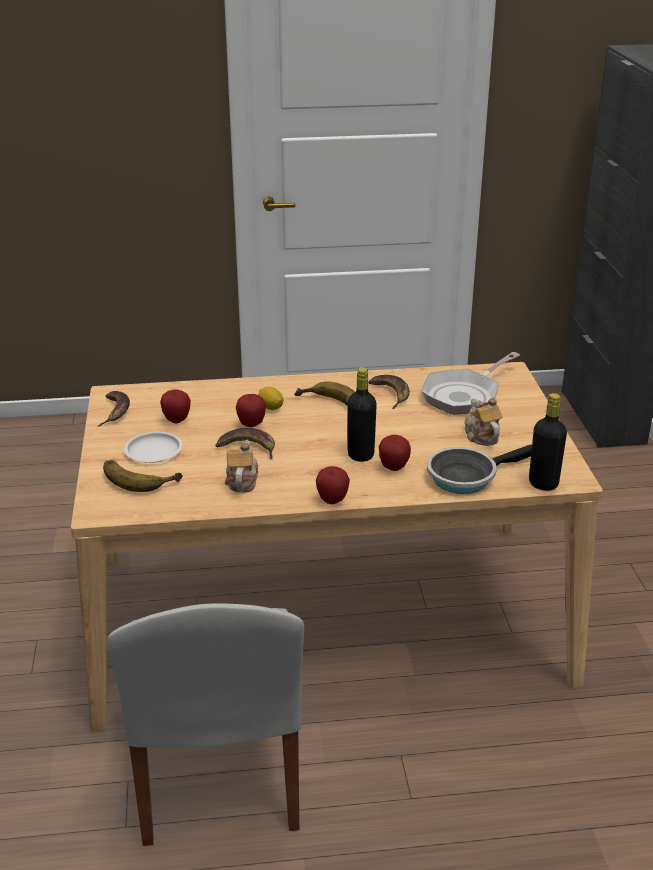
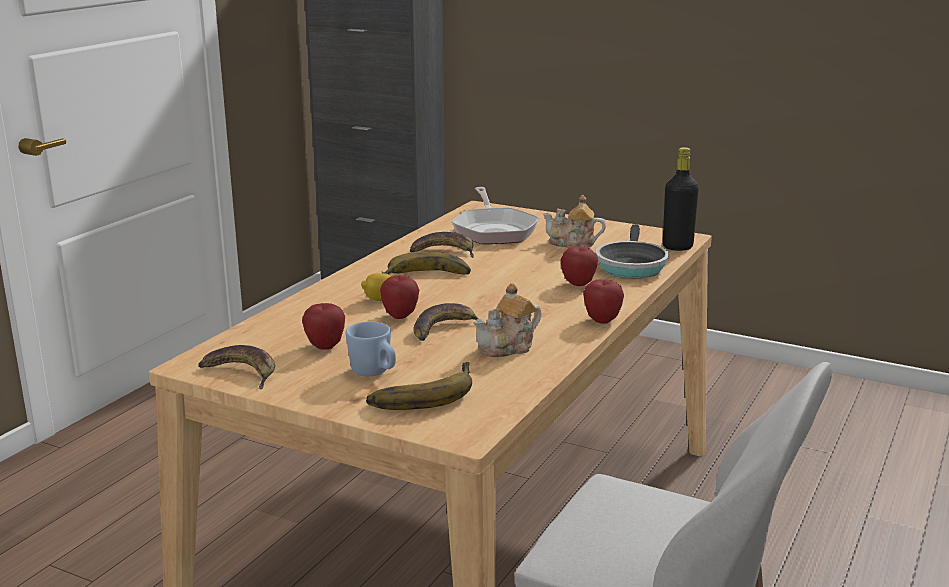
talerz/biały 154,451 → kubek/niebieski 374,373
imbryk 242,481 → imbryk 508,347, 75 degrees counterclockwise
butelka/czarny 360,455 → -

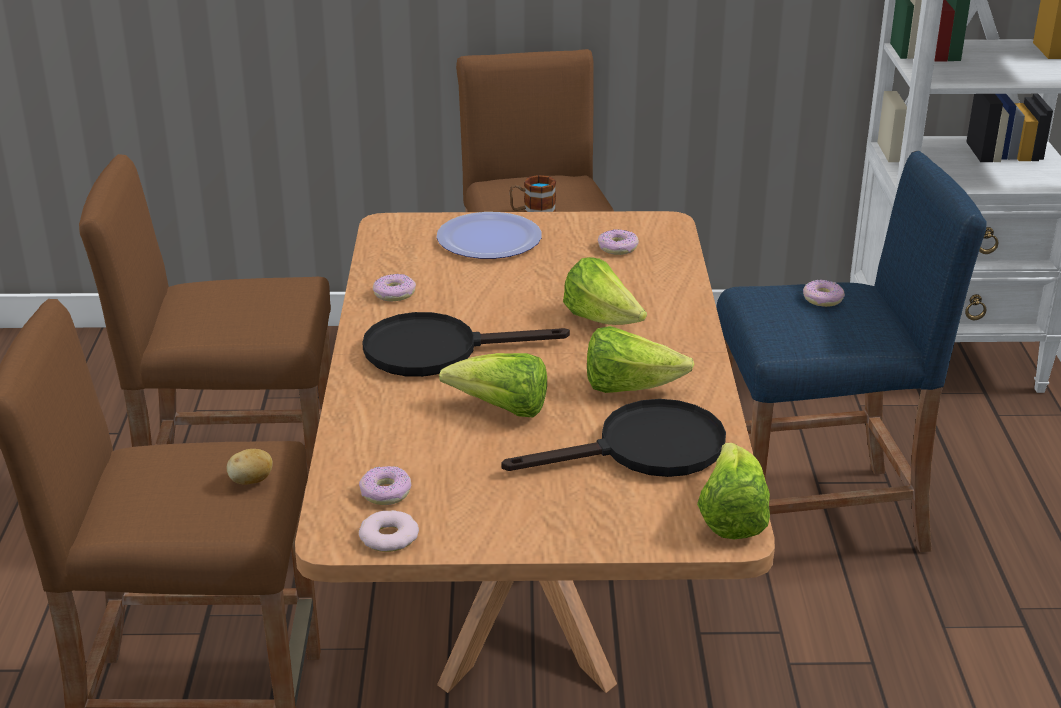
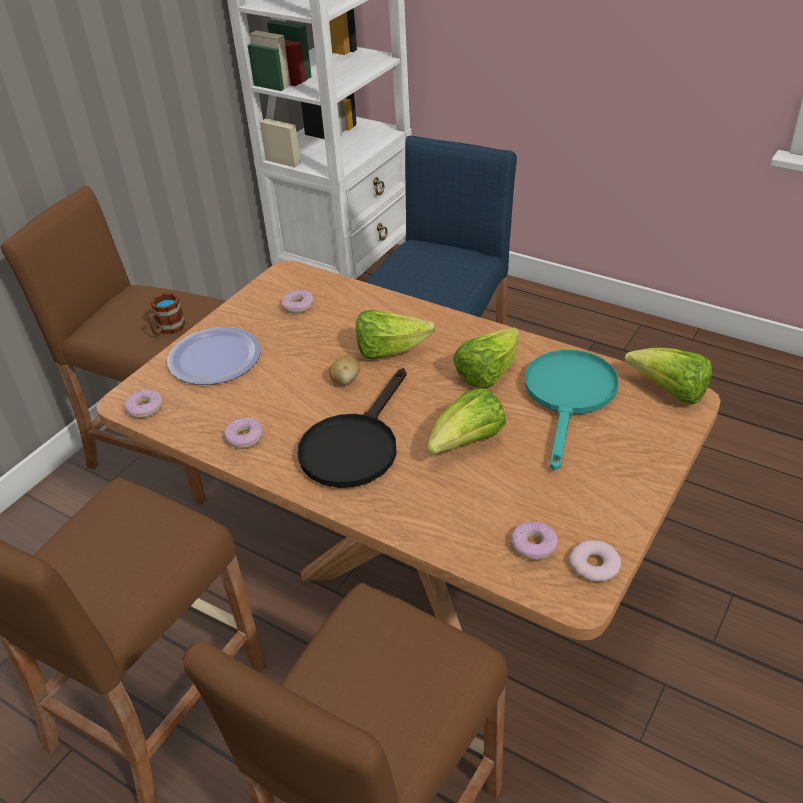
ziemniak 251,481 → ziemniak 345,381, relocated
patelnia/czarny 644,450 → patelnia/turkusowy 569,397
donut 822,299 → donut 145,409, relocated

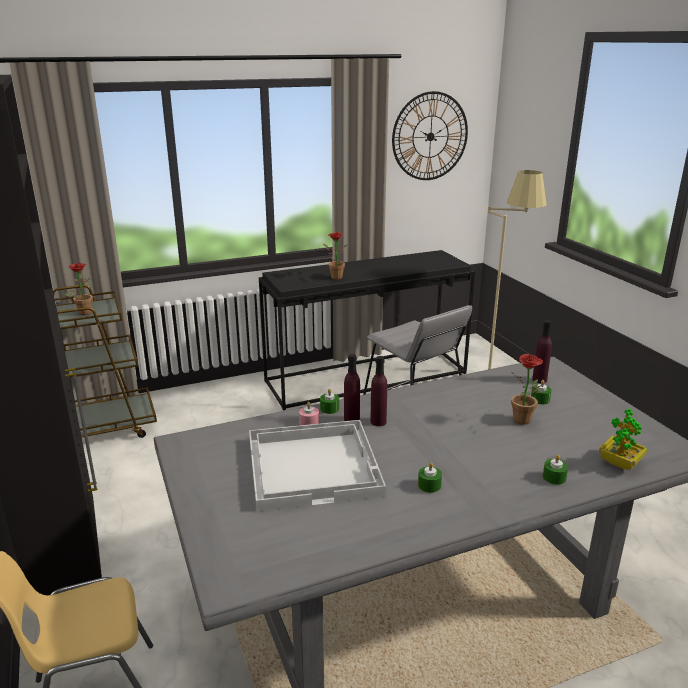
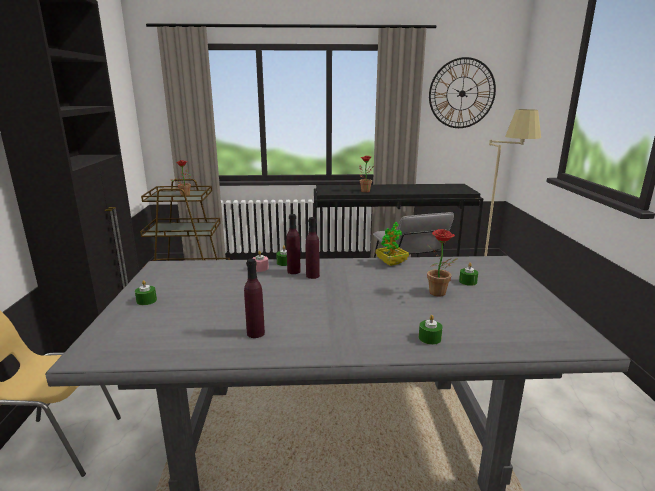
taca/biały 314,465 → -
świeca/zielony 429,485 → świeca/zielony 146,301, relocated
butelka/fioletowy 539,380 → butelka/fioletowy 255,333, relocated
roślina doniczkowa 620,463 → roślina doniczkowa 391,263, relocated

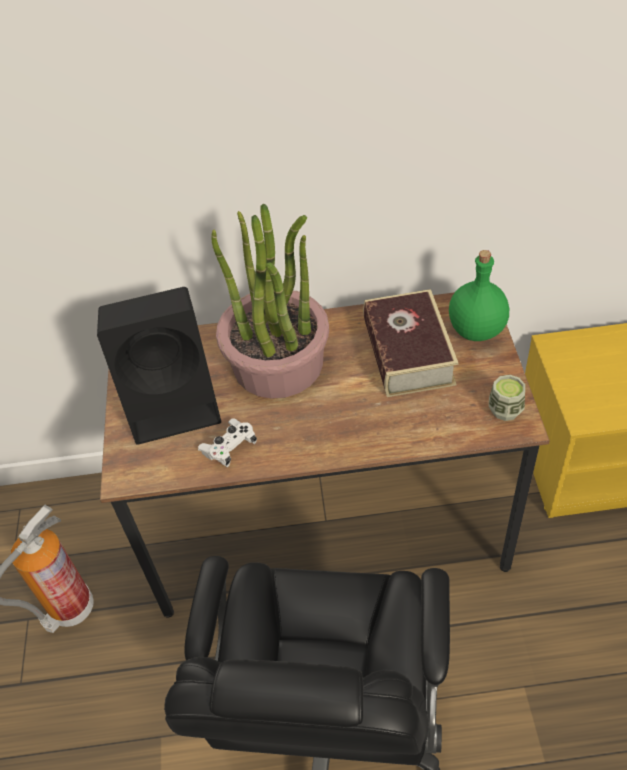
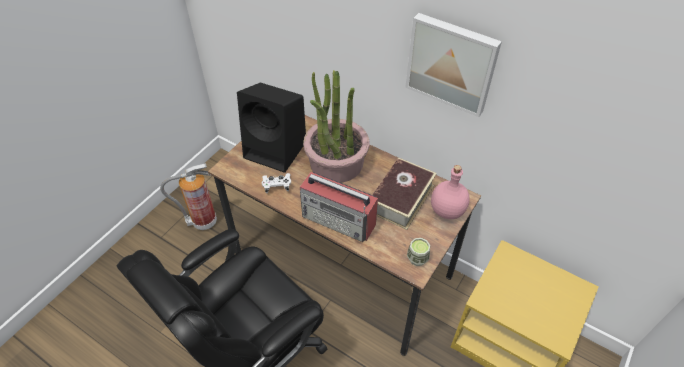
butelka/zielony 475,330 → butelka/różowy 446,210
- → radio 339,220
- → obraz 451,63

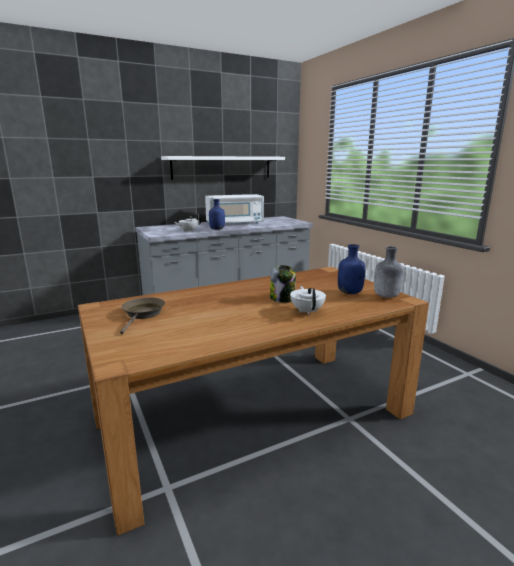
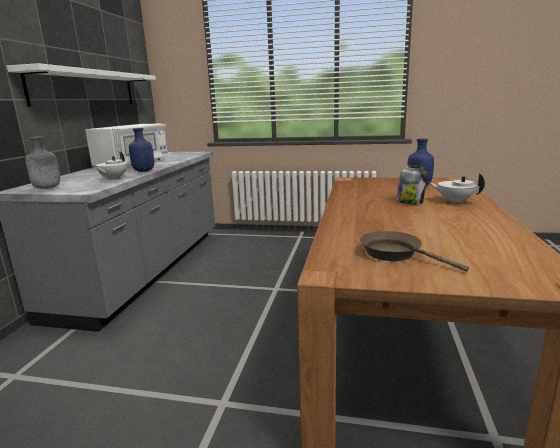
butelka/szary 386,296 → butelka/szary 47,188, relocated

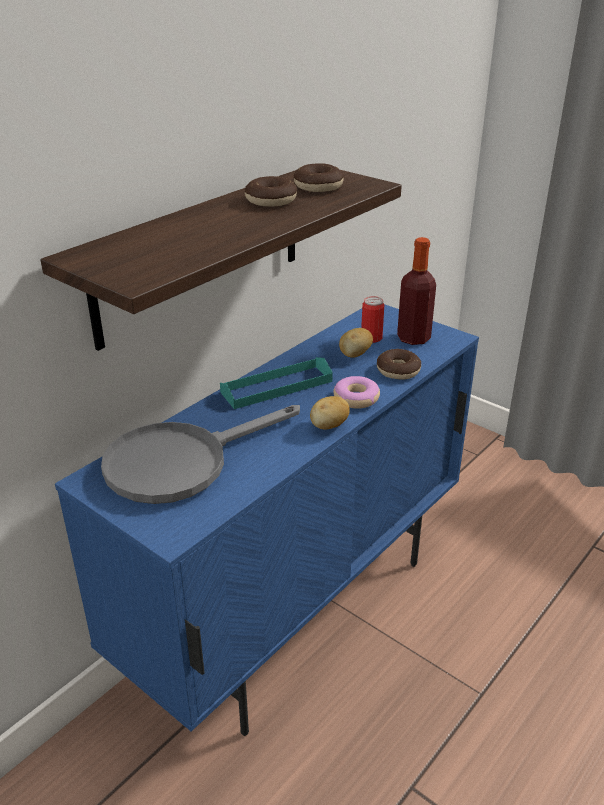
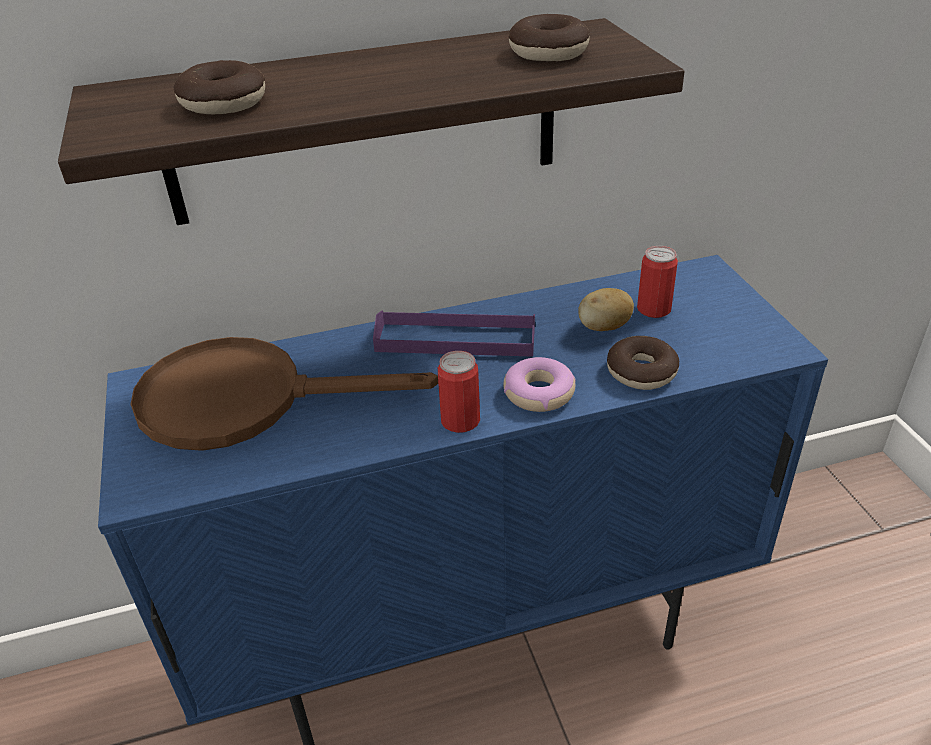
patelnia/szary 181,462 → patelnia/brązowy 246,399
taca/turkusowy 277,387 → taca/fioletowy 455,339
donut 271,200 → donut 223,103, relocated
ziemniak 329,426 → puszka 460,421
butelka 413,338 → -

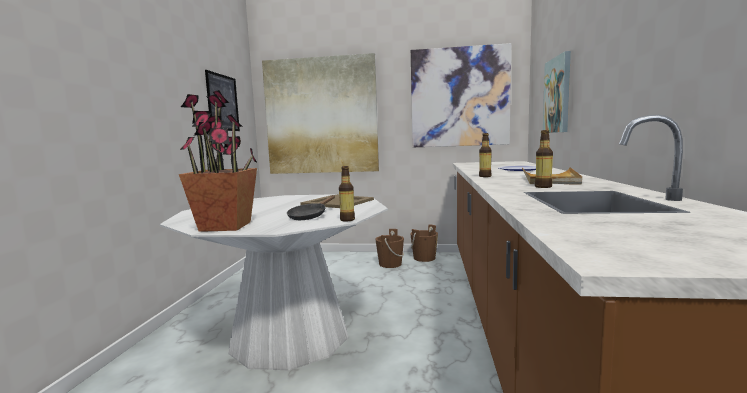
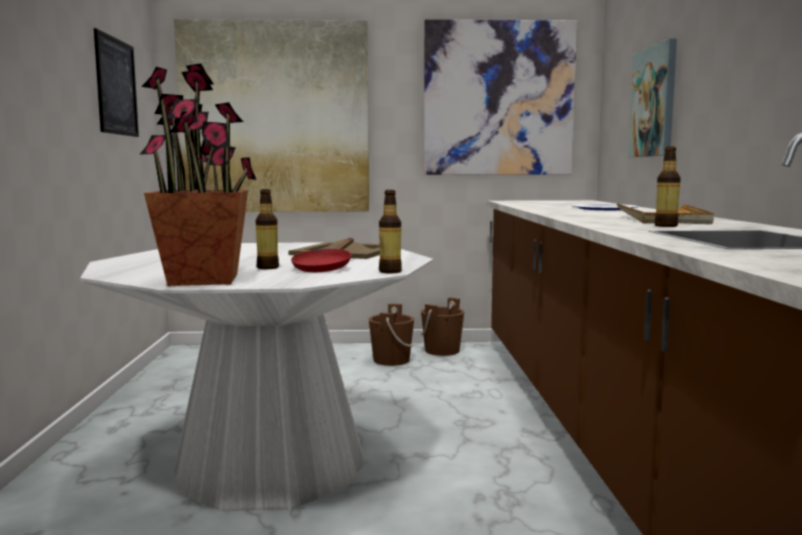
patelnia/czarny 309,216 → patelnia/czerwony 324,268
butelka 485,176 → butelka 267,268, relocated

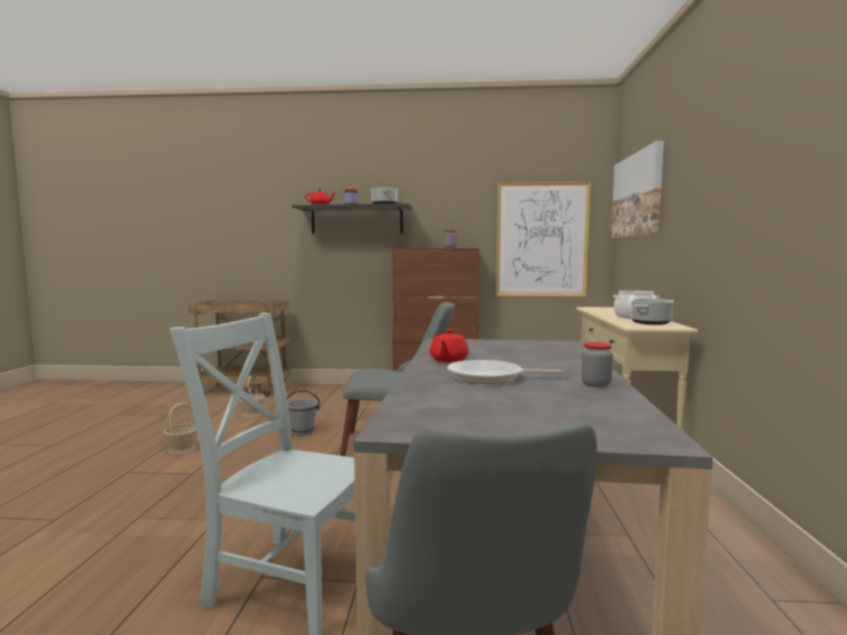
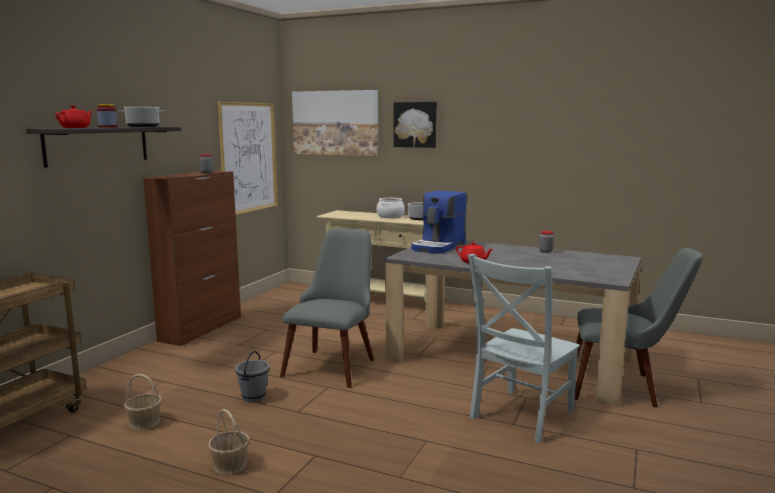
patelnia 490,377 → -
- → obraz 415,124
- → ekspres do kawy 439,247

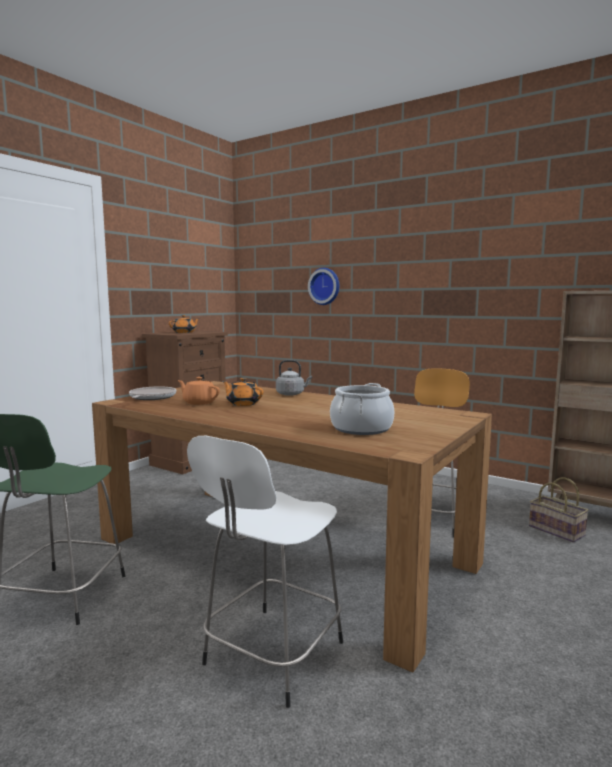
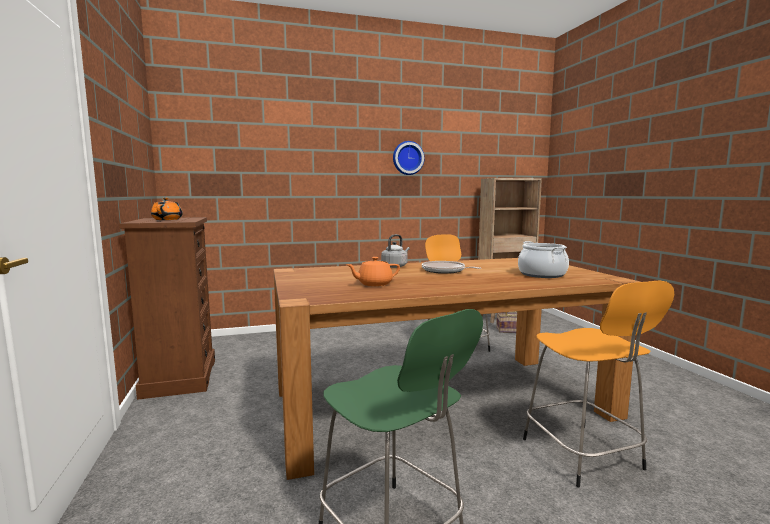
patelnia 151,397 → patelnia 445,271, relocated
stołek/biały 271,656 → stołek/pomarańczowy 584,456
imbryk/pomarańczowy 243,404 → -
zegar ścienny 325,286 → zegar ścienny 407,158, relocated

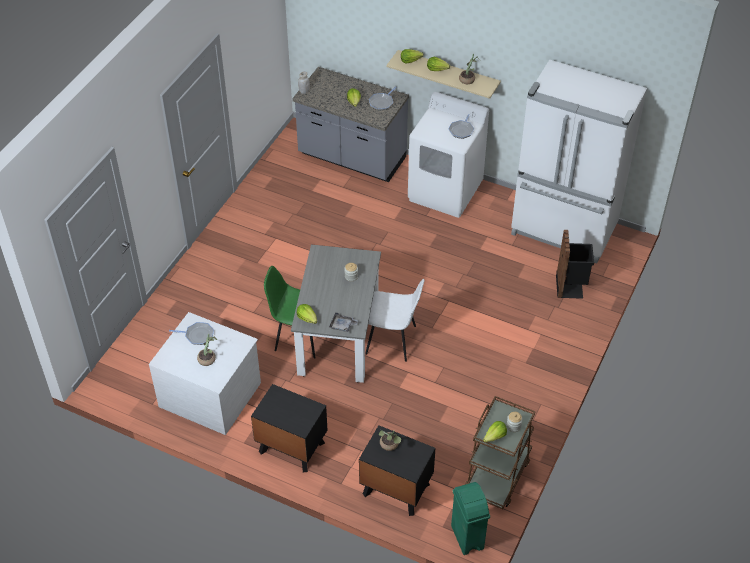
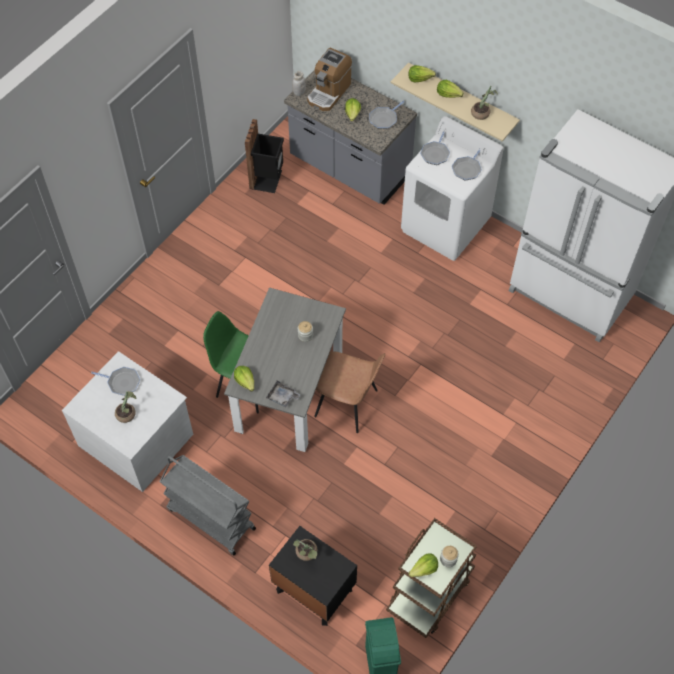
szafka nocna/czarny 291,447 → wózek/szary 210,518
krzesło/biały 392,340 → krzesło/brązowy 348,404
kosz na śmieci/czarny 571,286 → kosz na śmieci/czarny 267,179, relocated
- → ekspres do kawy 329,92
- → patelnia 435,154

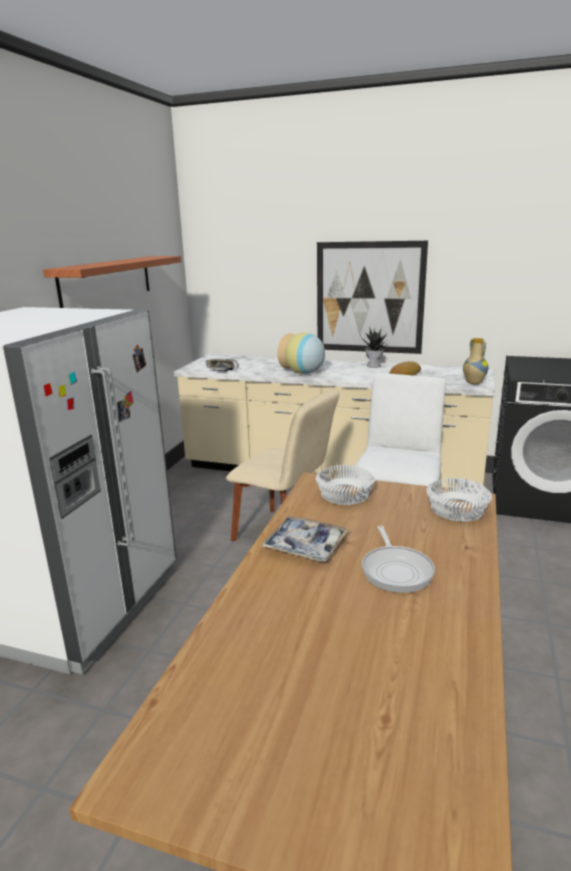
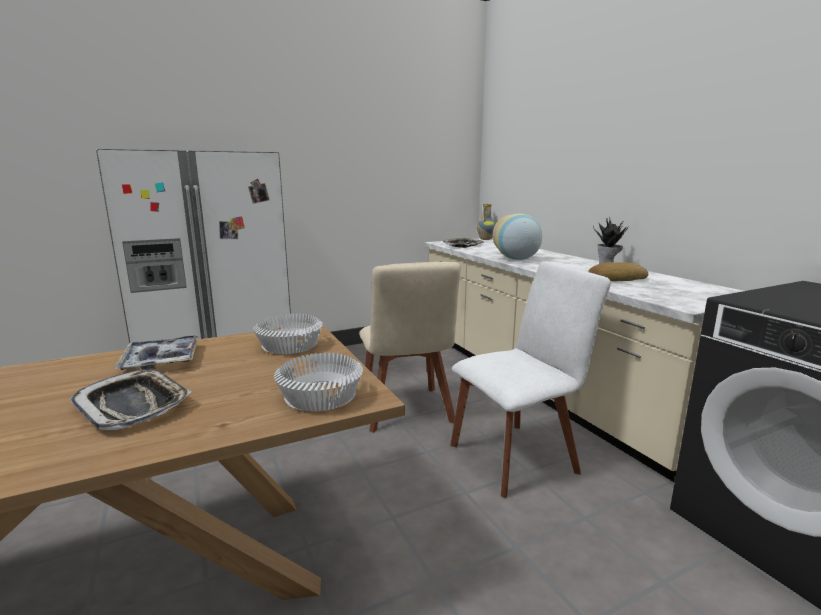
półka 107,280 → -
obraz 369,298 → -
patelnia 396,570 → taca 134,405
wazon 473,383 → wazon 485,239, relocated

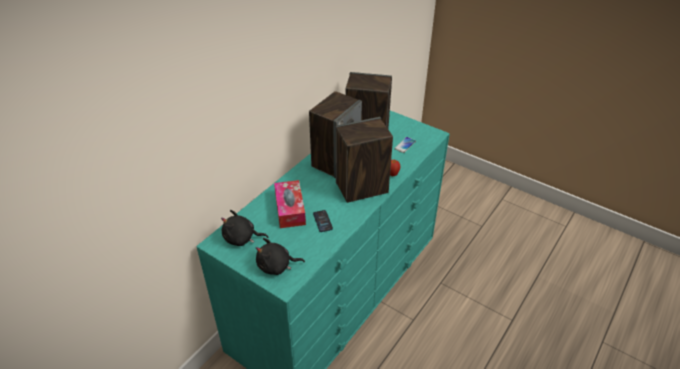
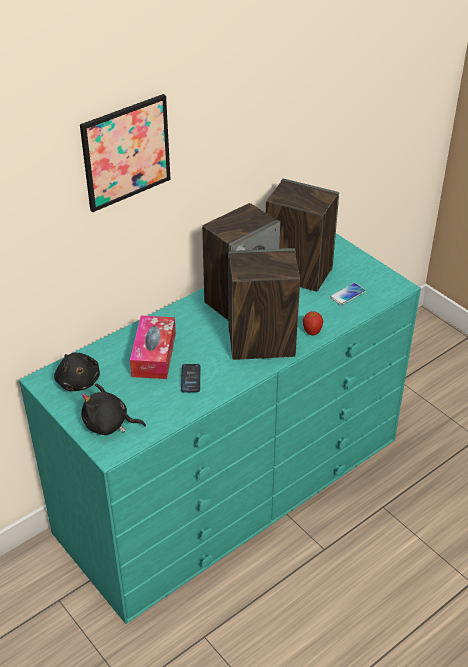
pluszak/czarny 242,238 → pluszak/czarny 78,381, 135 degrees counterclockwise
- → obraz 126,152

